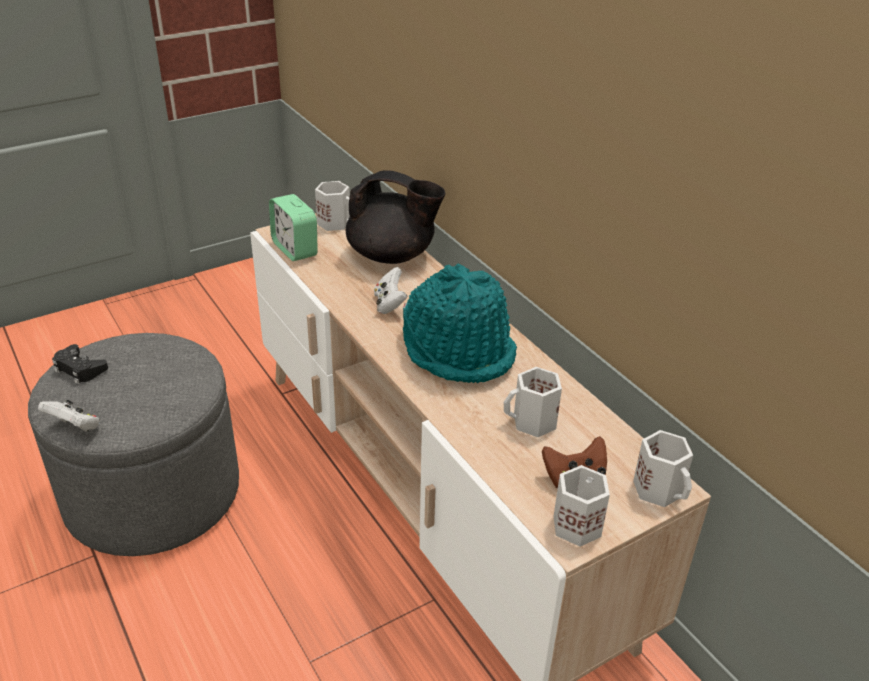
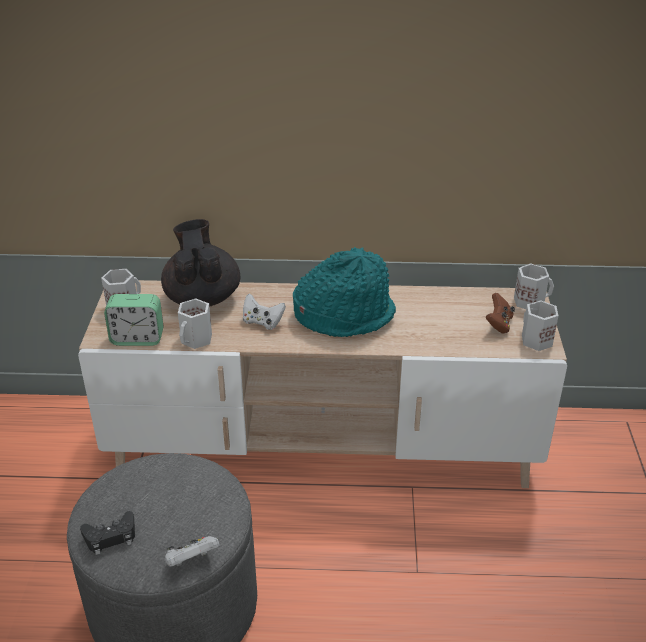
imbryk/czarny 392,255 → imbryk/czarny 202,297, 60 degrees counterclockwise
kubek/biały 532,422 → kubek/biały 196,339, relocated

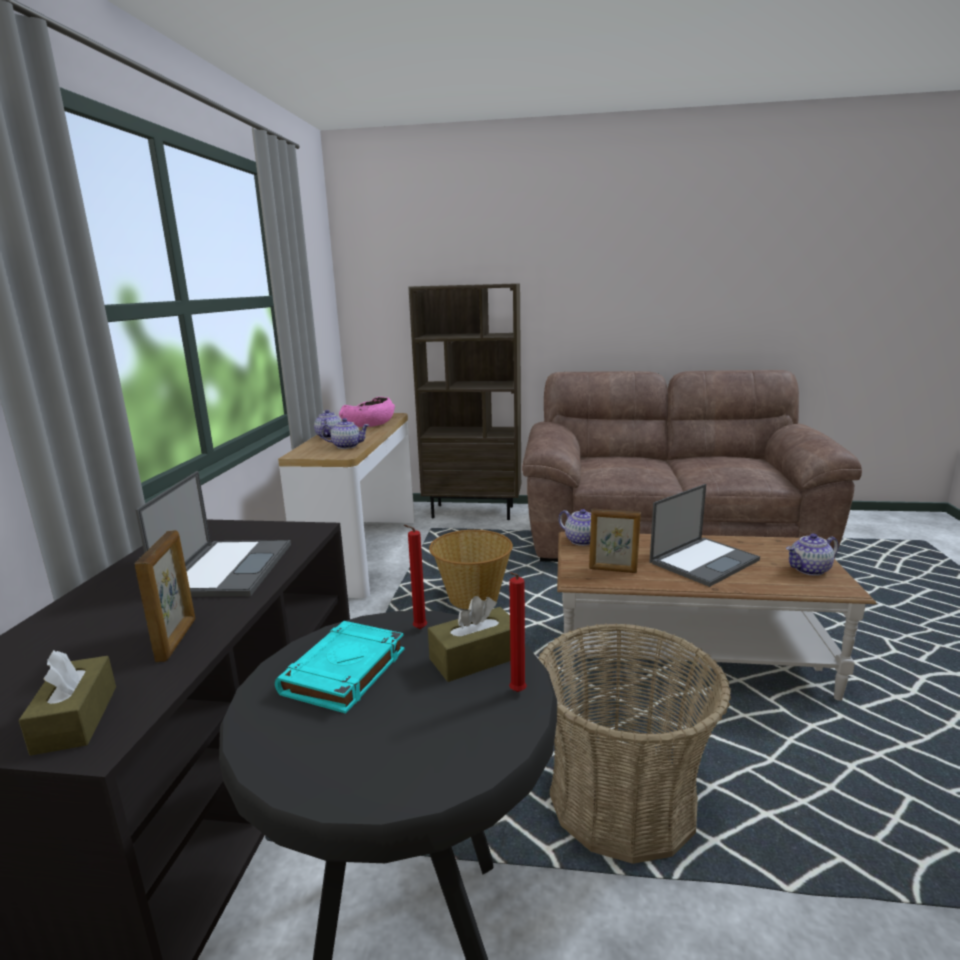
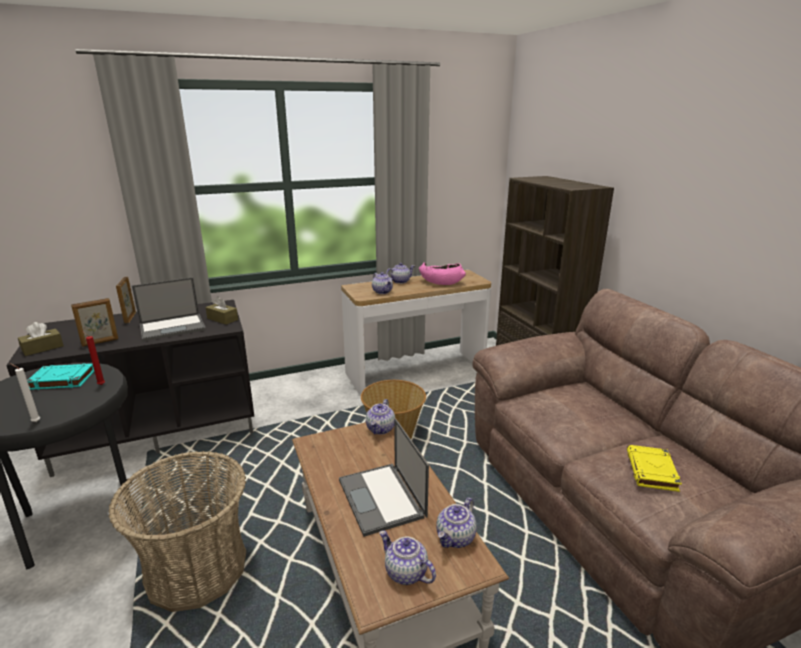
pudełko chusteczek/brązowy 475,658 → pudełko chusteczek/brązowy 222,319, relocated
świeca/czerwony 516,693 → świeca/biały 35,422
ramka na zdjęcie 613,570 → ramka na zdjęcie 130,317, relocated
laptop 704,561 → laptop 382,498, 45 degrees clockwise
- → imbryk 456,538
- → książka/żółty 652,471

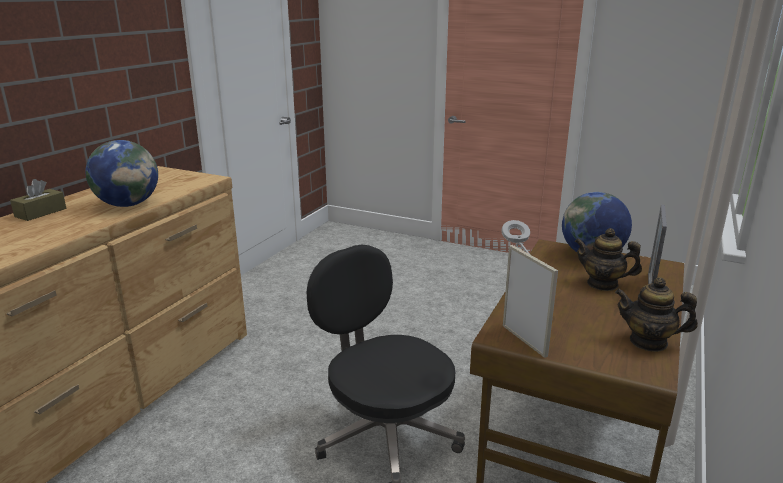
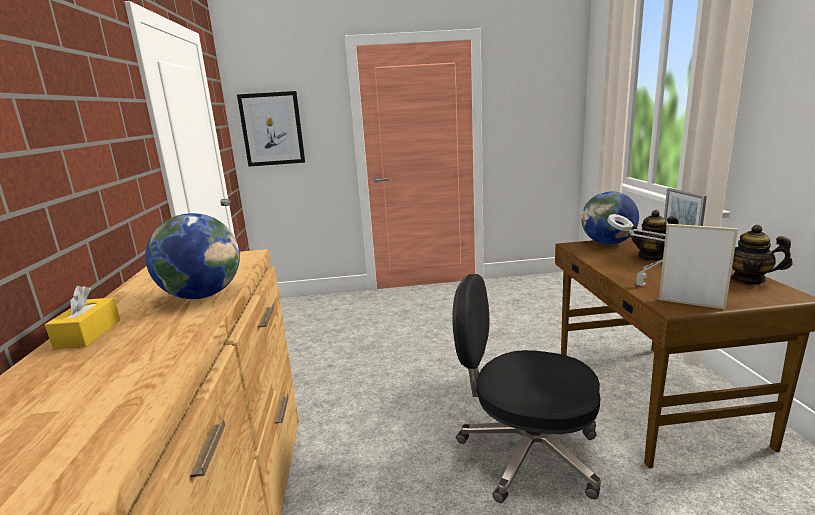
pudełko chusteczek/brązowy 41,212 → pudełko chusteczek/żółty 88,334
imbryk 648,342 → imbryk 748,279, 45 degrees clockwise
- → obraz 272,129

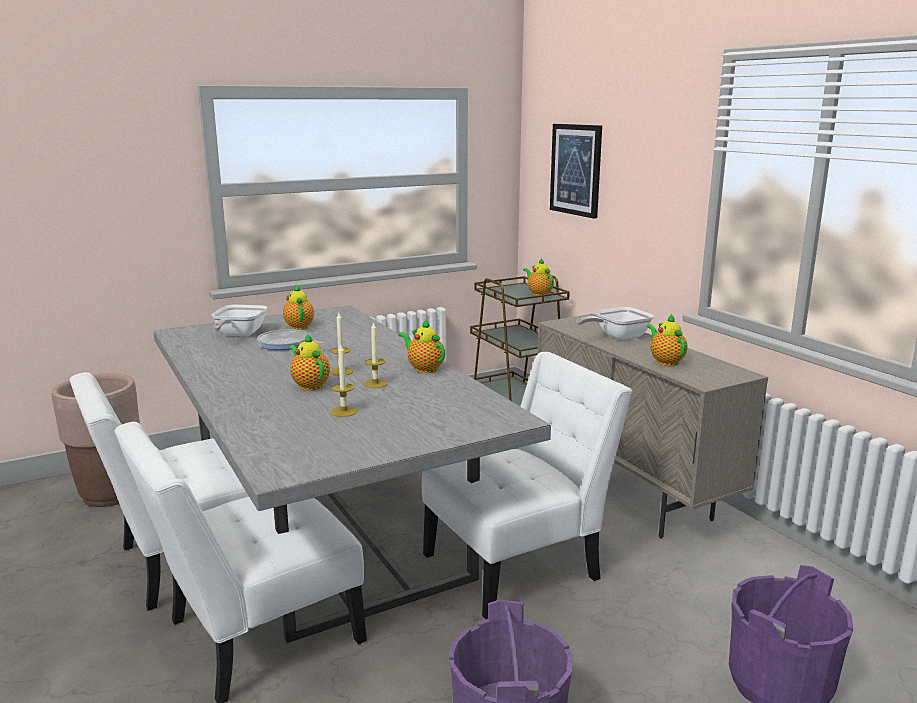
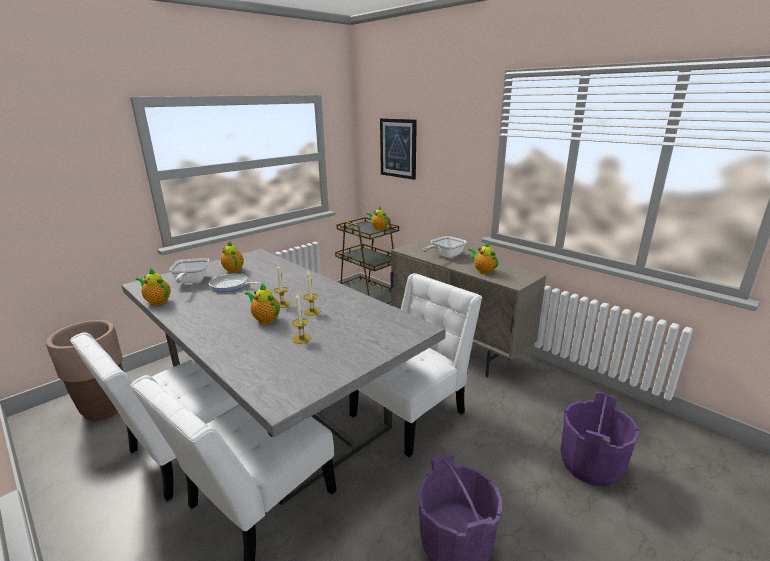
imbryk 424,368 → imbryk 157,301, relocated

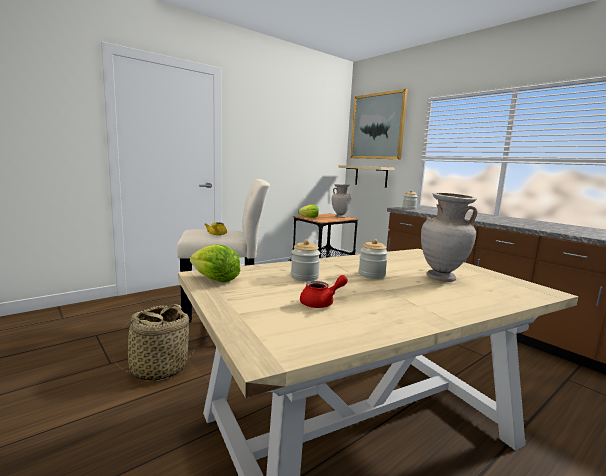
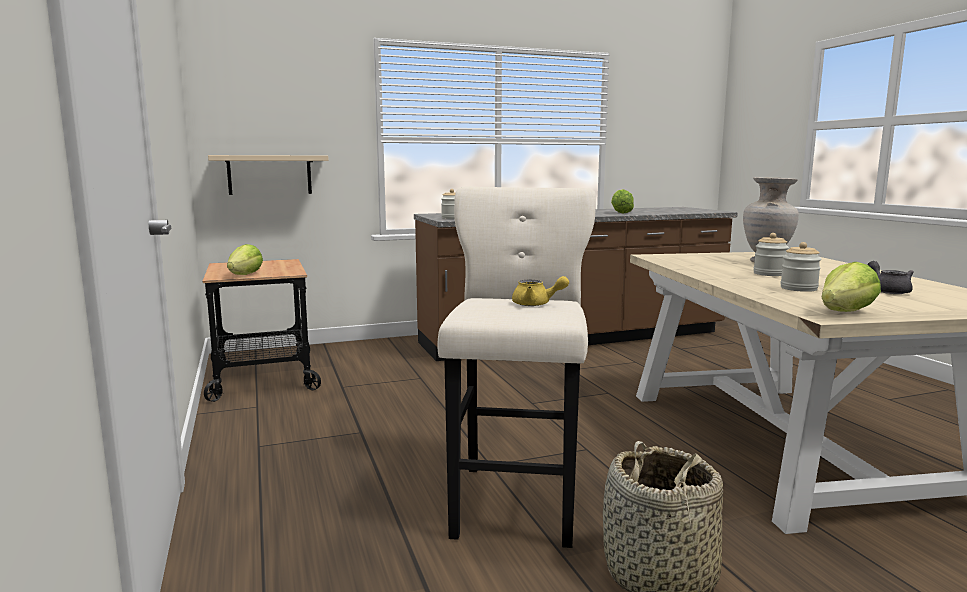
imbryk/czerwony 322,303 → imbryk/szary 888,291
wazon/beżowy 340,217 → -
obraz 377,126 → -
- → sałata 621,213

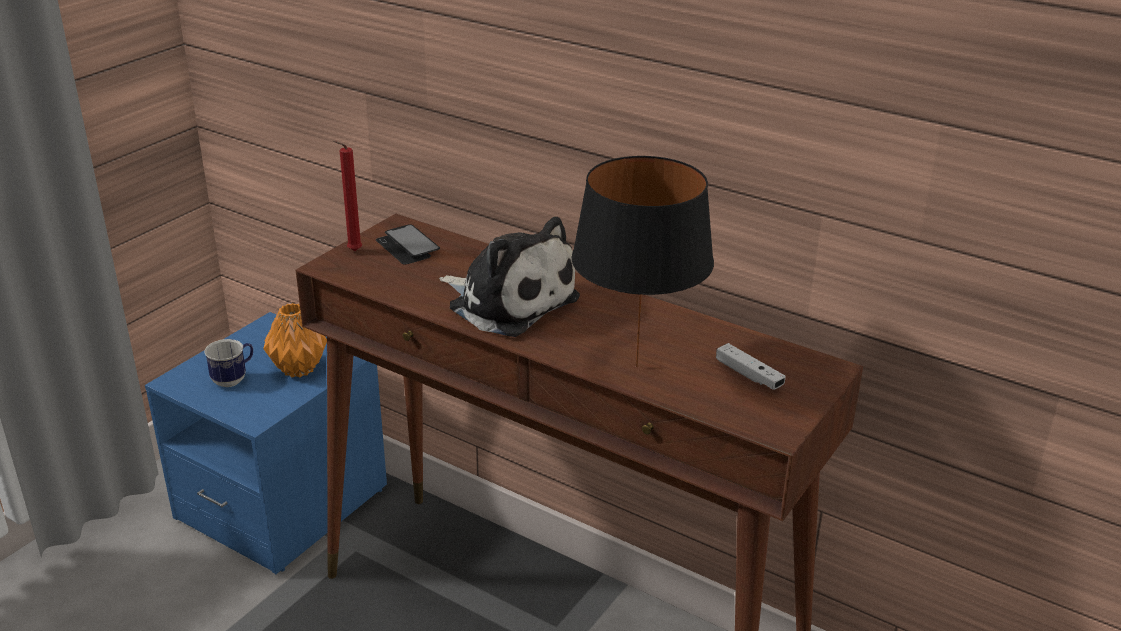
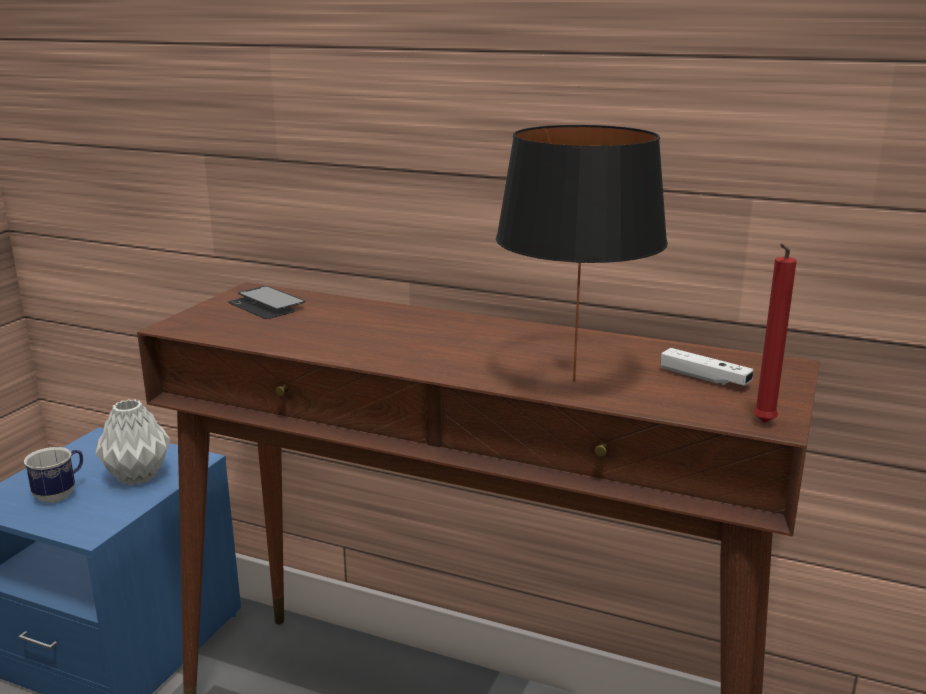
wazon/pomarańczowy 297,368 → wazon/szary 136,476
świeca/czerwony 352,251 → świeca/czerwony 762,424, relocated
pluszak 509,301 → -

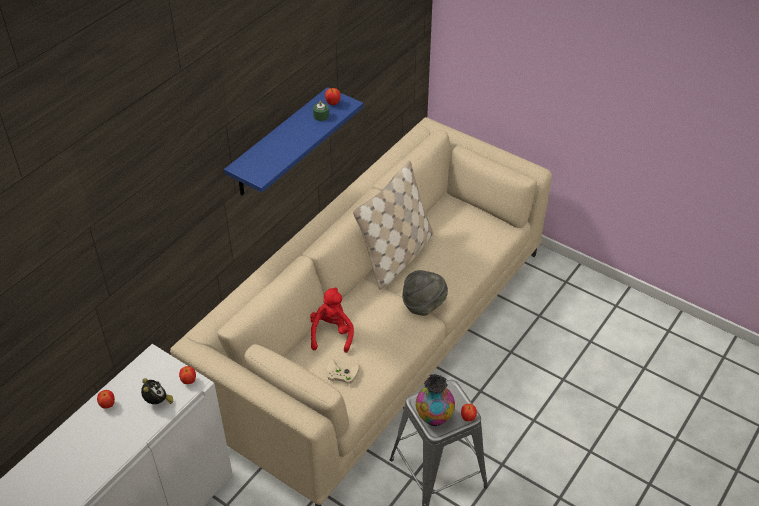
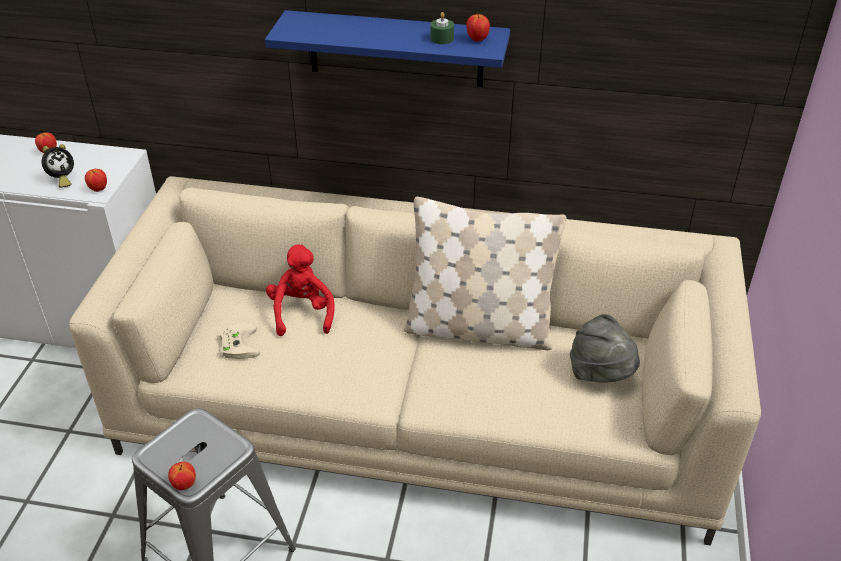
pluszak/czerwony 331,333 → pluszak/czerwony 302,313, 75 degrees counterclockwise
kapelusz/szary 423,304 → kapelusz/szary 601,374, relocated
wazon 434,418 → -

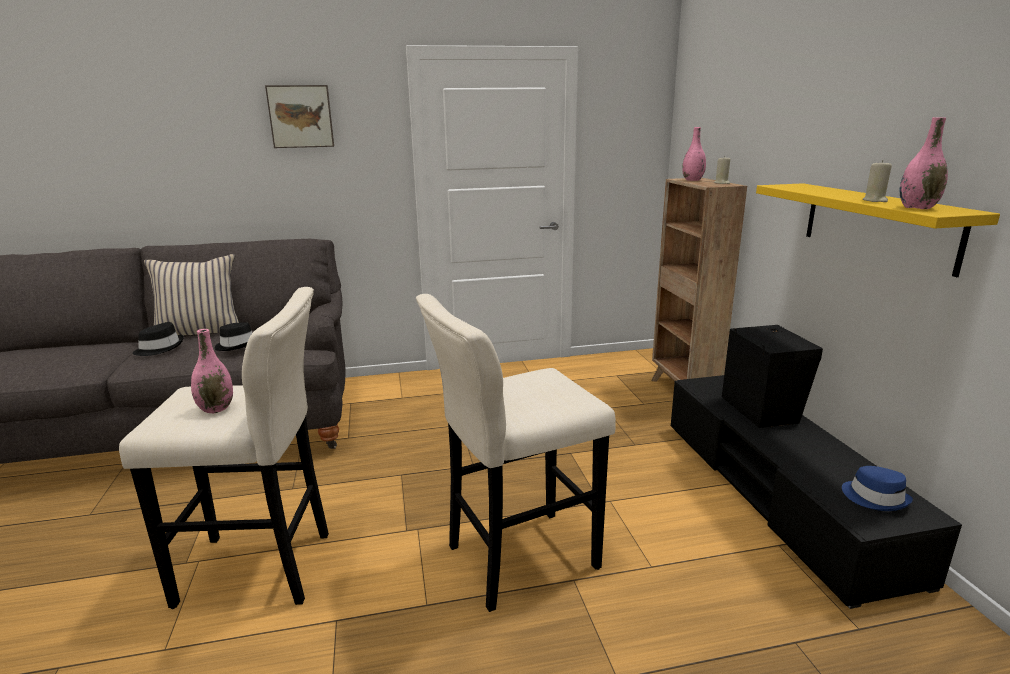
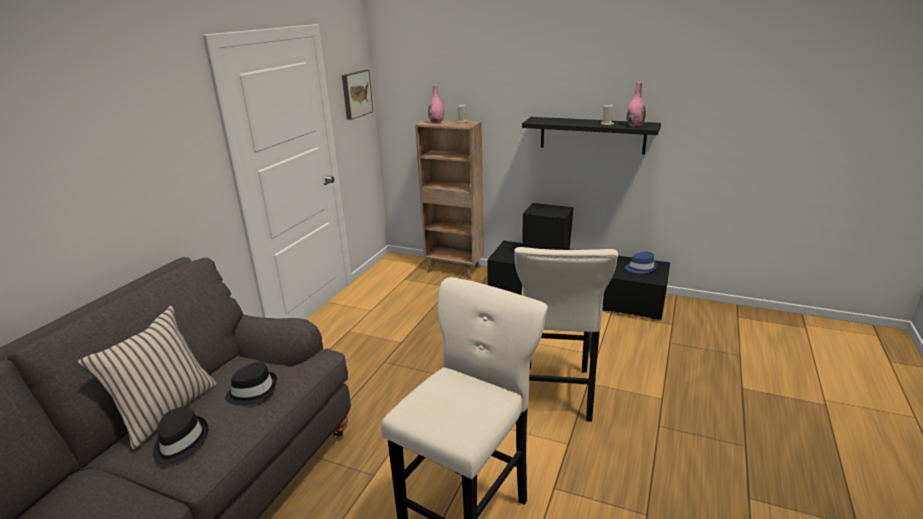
wazon/różowy 216,408 → -
obraz 301,116 → obraz 356,94, relocated
półka/żółty 877,225 → półka/czarny 592,135

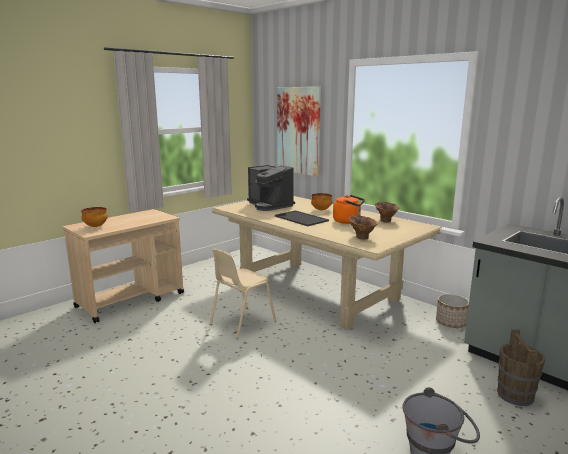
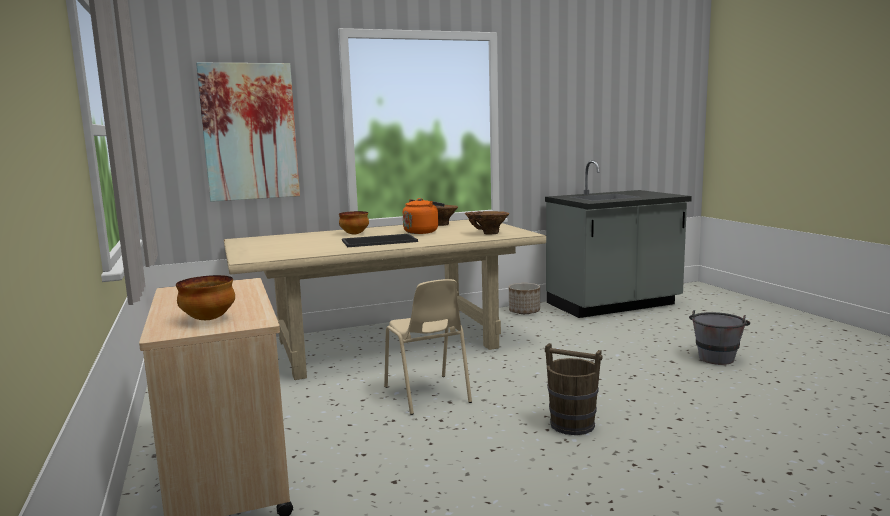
ekspres do kawy 270,205 → -
wiadro/brązowy 515,395 → wiadro/brązowy 571,425, relocated

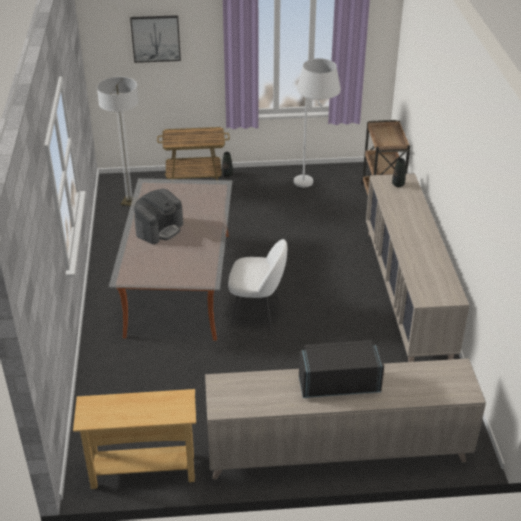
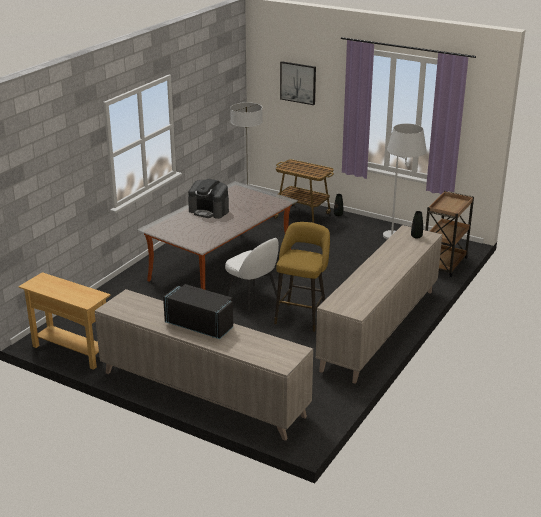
ekspres do kawy 159,229 → ekspres do kawy 209,211, 45 degrees clockwise
- → stołek/żółty 302,316

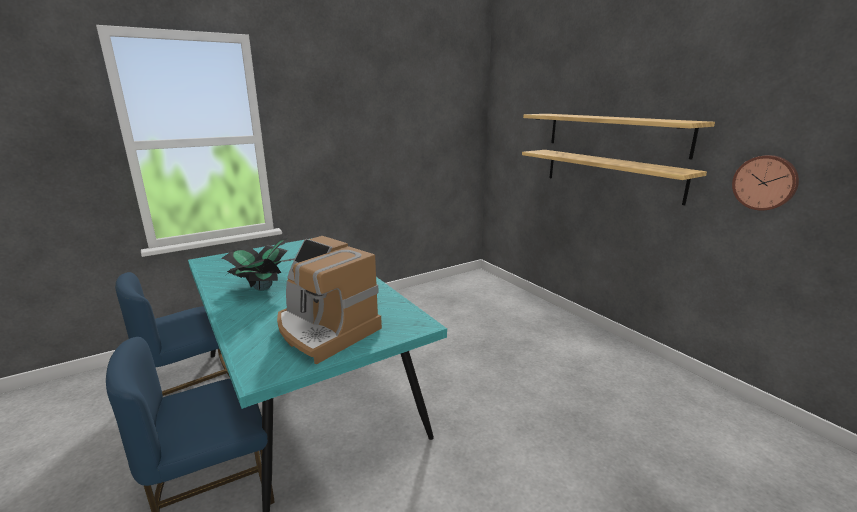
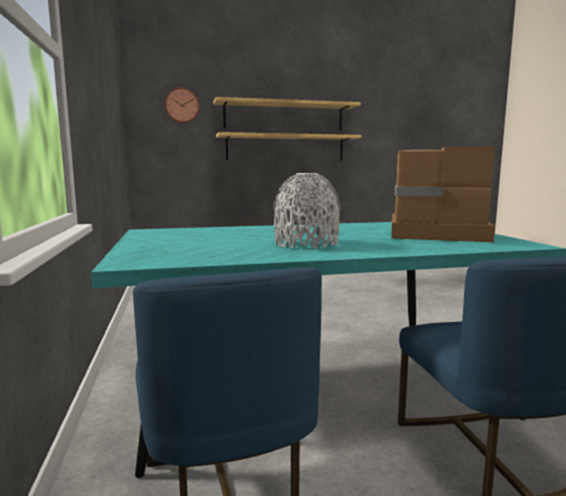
roślina doniczkowa 262,288 → wazon/szary 306,244
ekspres do kawy 324,330 → ekspres do kawy 434,234, 135 degrees counterclockwise
zegar ścienny 765,182 → zegar ścienny 182,105, relocated

